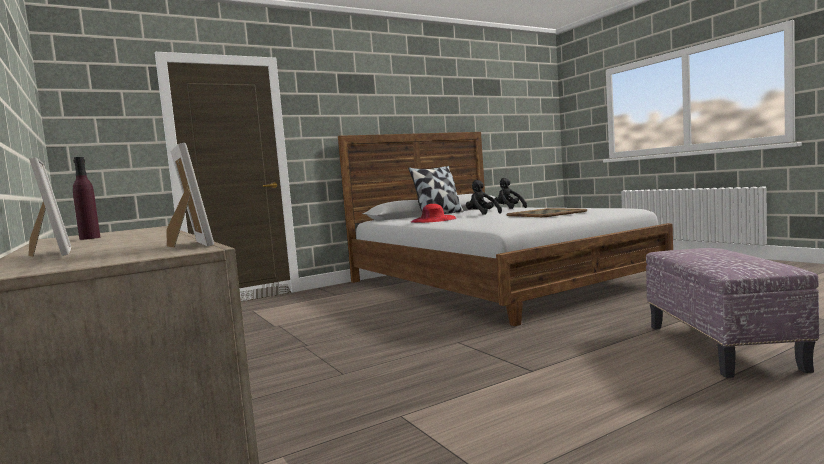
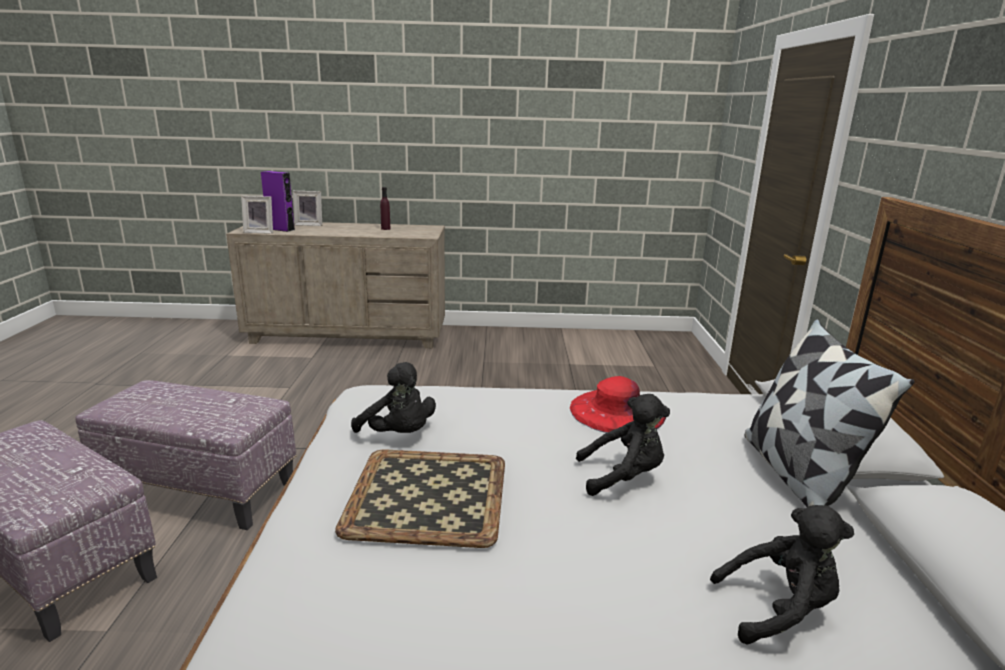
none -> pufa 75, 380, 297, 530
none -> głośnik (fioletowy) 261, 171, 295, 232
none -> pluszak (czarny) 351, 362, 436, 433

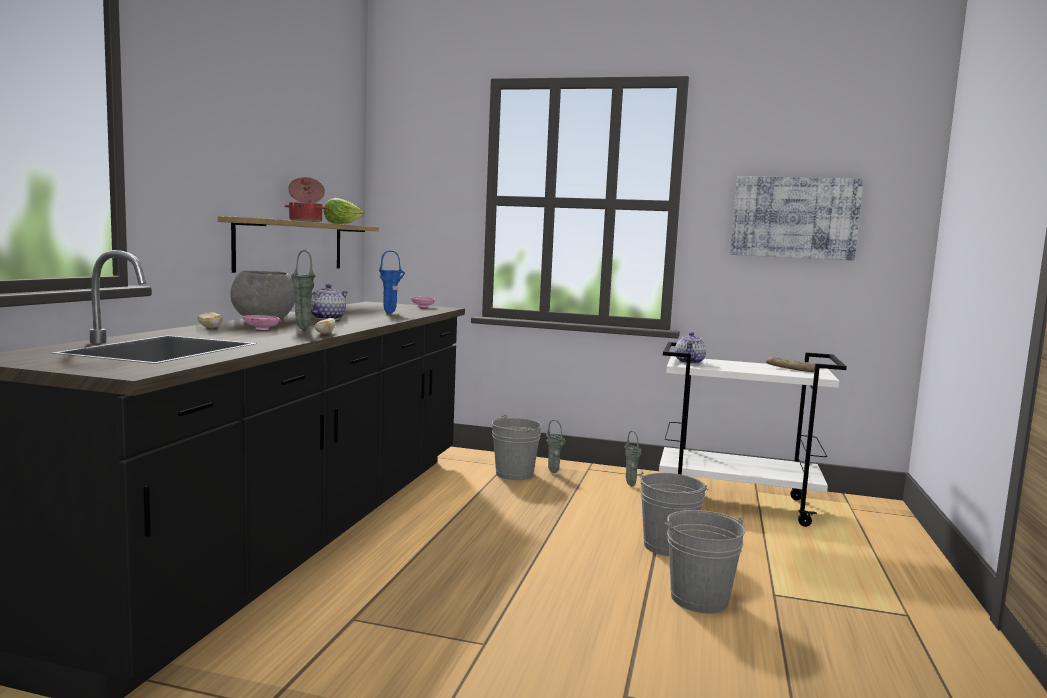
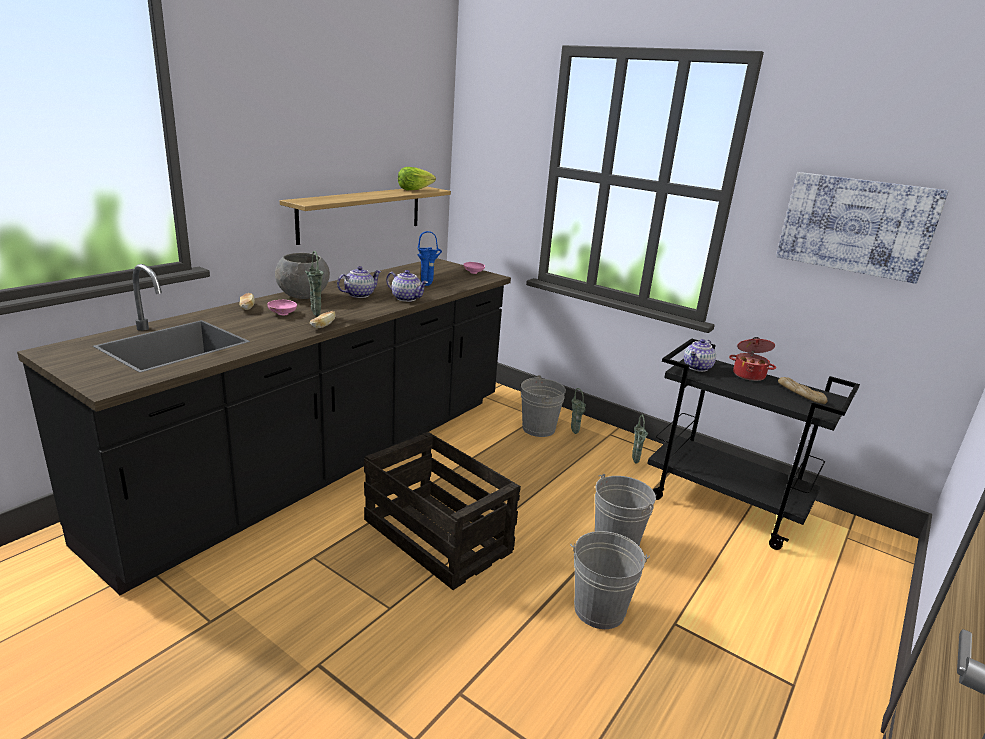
none -> skrzynka 364, 432, 521, 590
none -> imbryk 386, 270, 428, 302
wózek (biały) 659, 342, 847, 527 -> wózek (czarny) 647, 338, 860, 550
garnek 284, 177, 328, 222 -> garnek 729, 337, 776, 381, relocated

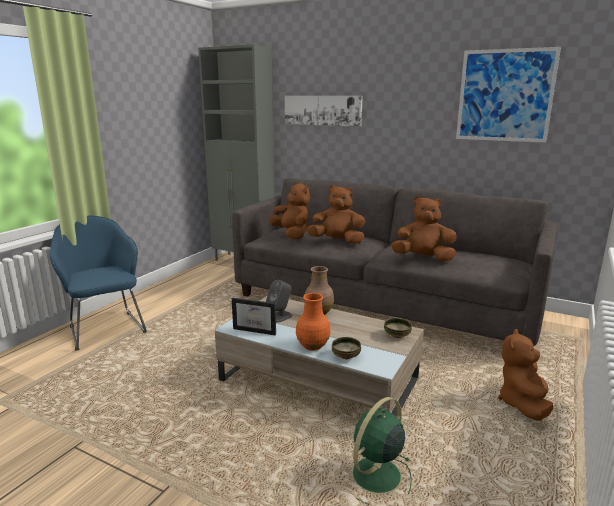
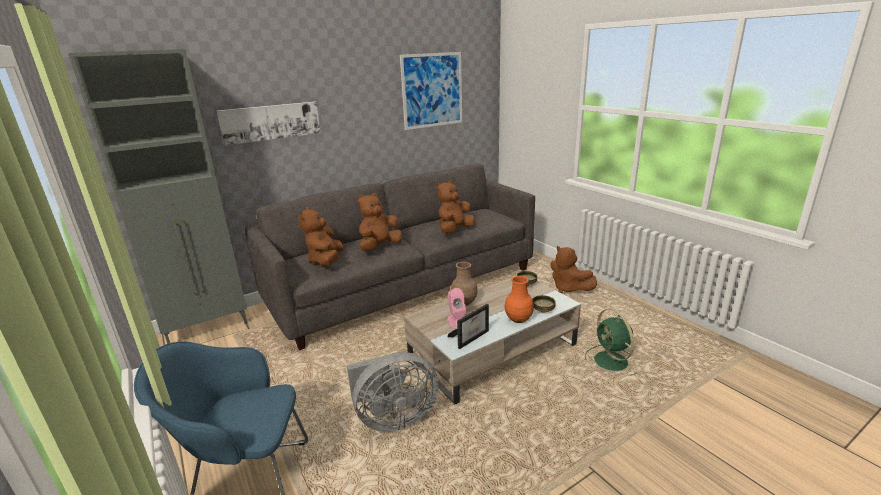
pluszak (brązowy) 269, 182, 310, 239 -> pluszak (brązowy) 299, 207, 344, 265, 90 degrees counterclockwise
none -> wentylator (szary) 347, 352, 439, 432
głośnik (szary) 266, 280, 292, 323 -> głośnik (różowy) 447, 288, 466, 328

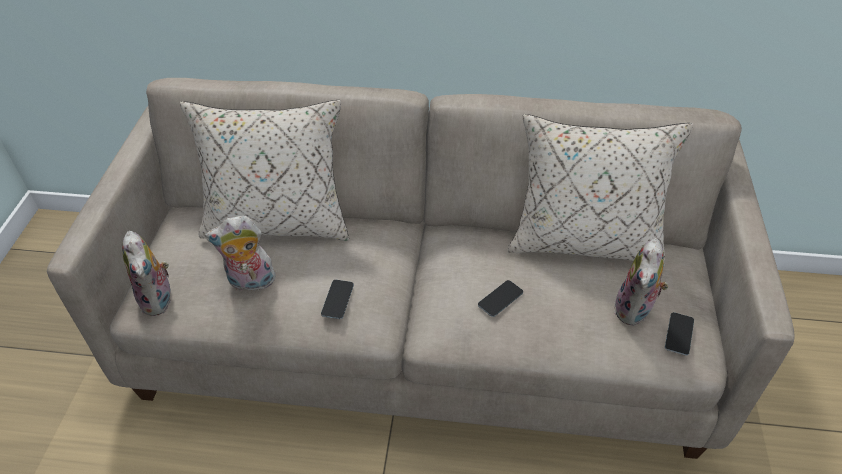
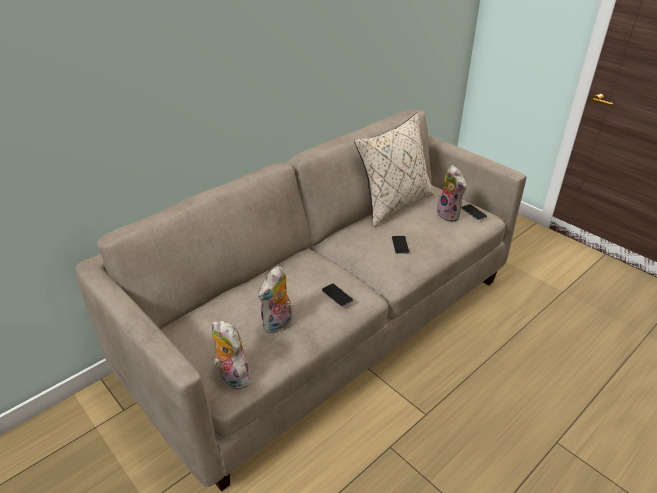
pluszak 122, 231, 171, 316 -> pluszak 212, 320, 251, 390, 150 degrees counterclockwise
poduszka (beżowy) 180, 100, 349, 241 -> none

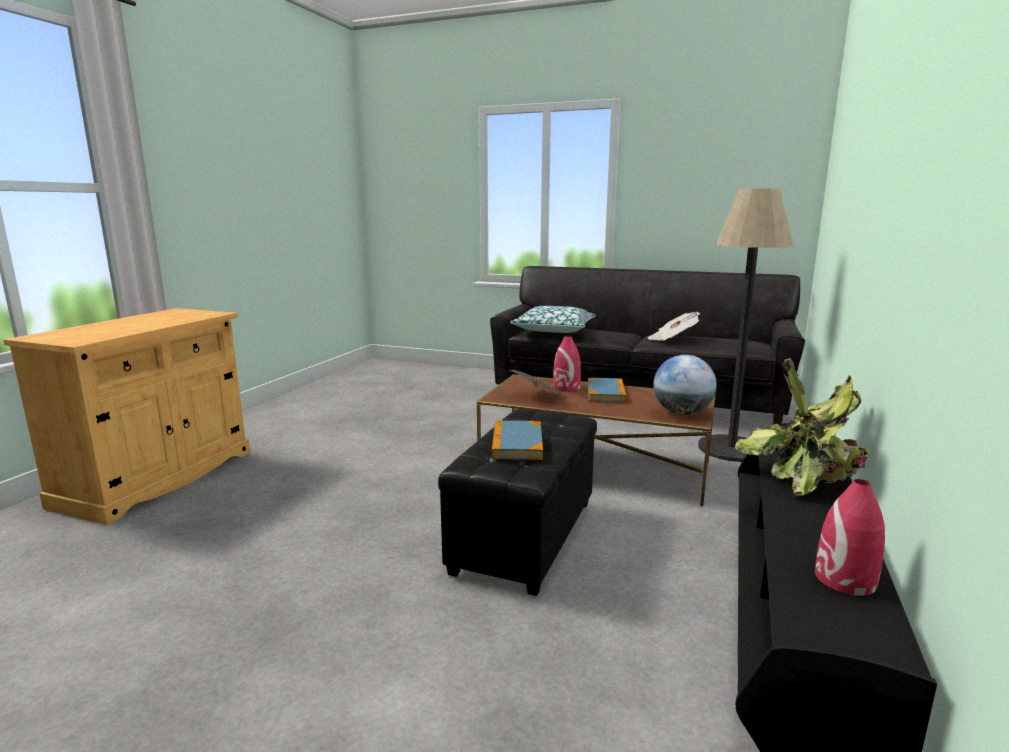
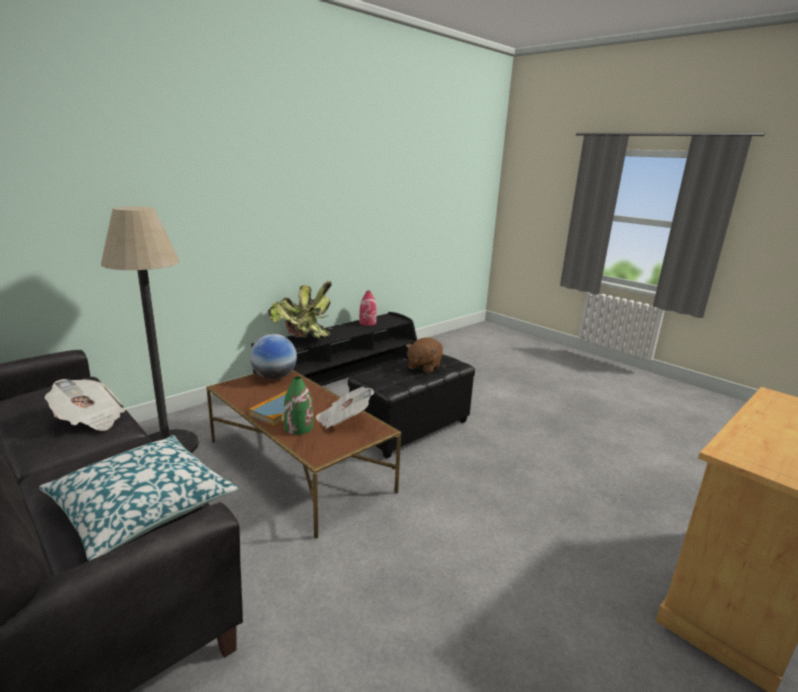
wazon (czerwony) 553, 336, 581, 391 -> wazon (zielony) 284, 376, 313, 435
książka 491, 421, 543, 460 -> pluszak (brązowy) 406, 337, 443, 373

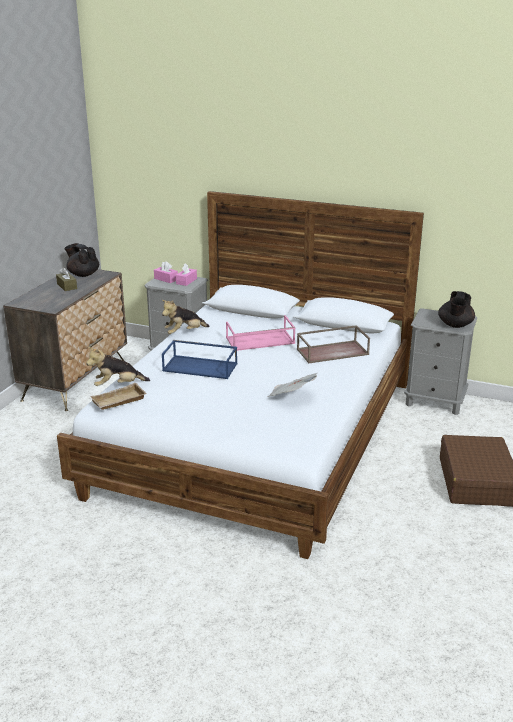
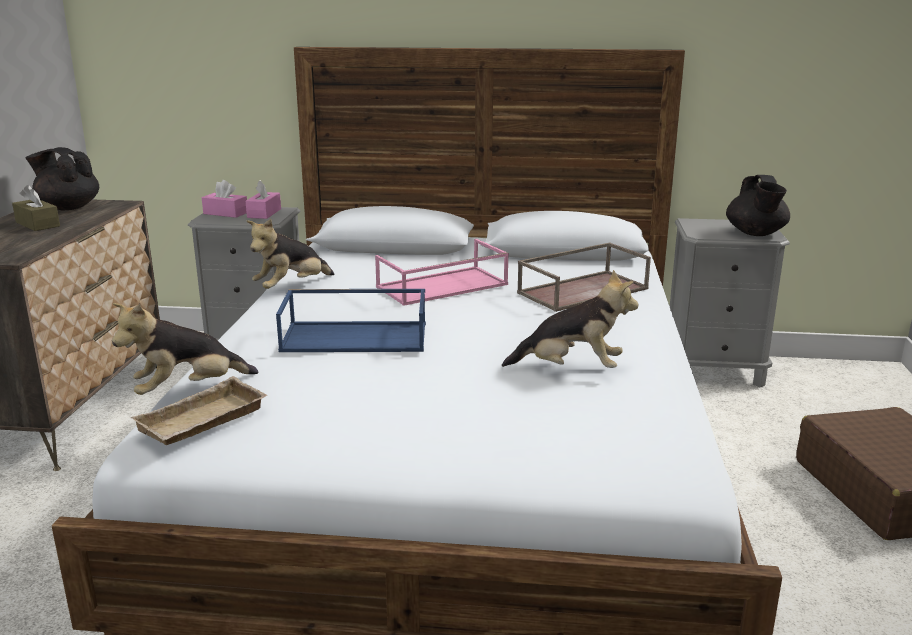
gazeta 268, 373, 317, 397 -> pluszak 502, 270, 639, 368

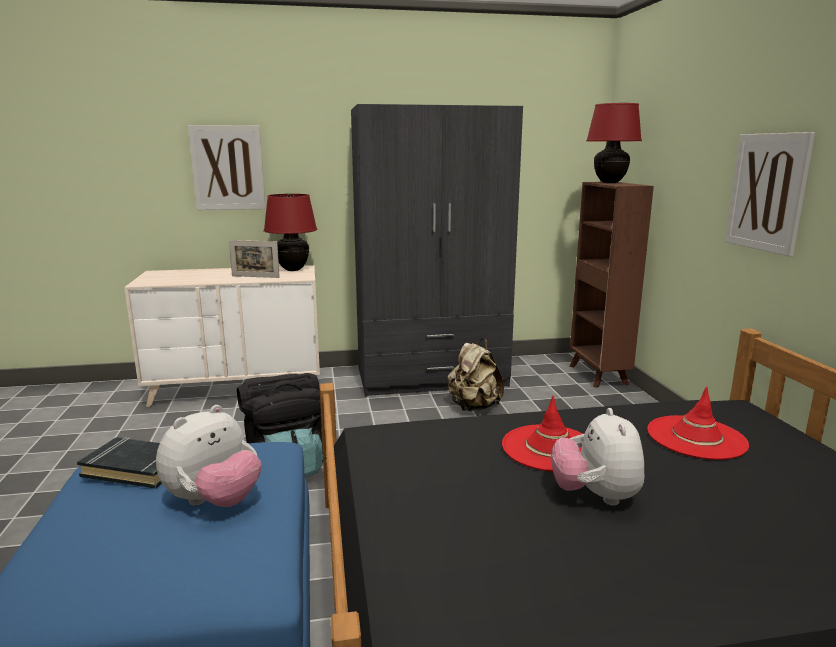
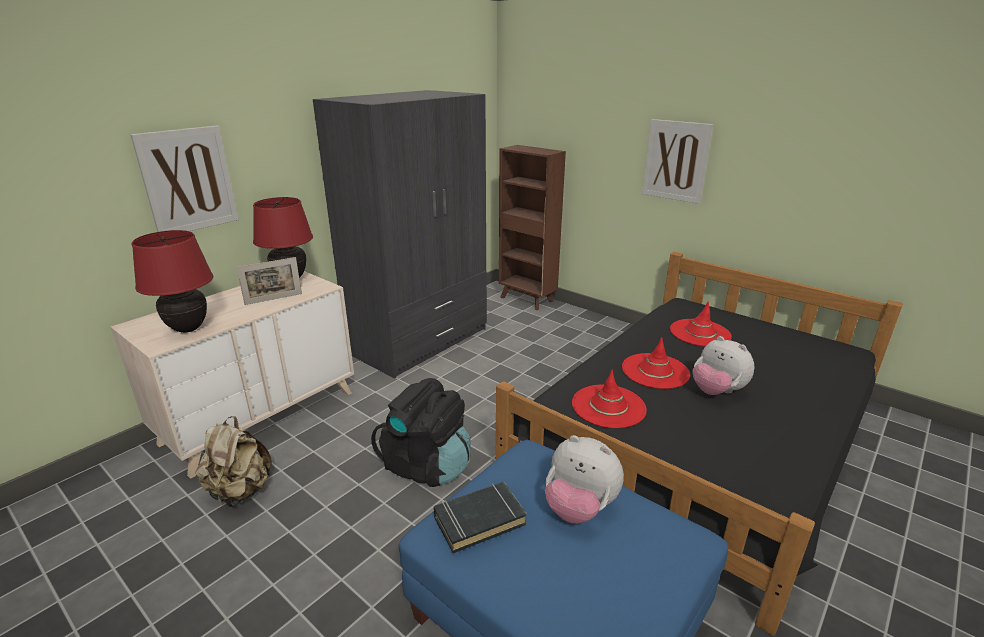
lampa stołowa (czerwony) 586, 103, 642, 183 -> lampa stołowa (czerwony) 131, 230, 213, 333, relocated
plecak (beżowy) 448, 339, 504, 411 -> plecak (beżowy) 195, 416, 272, 508, relocated
pluszak 156, 405, 261, 507 -> pluszak 545, 435, 624, 524, 120 degrees clockwise
none -> kapelusz (czerwony) 572, 370, 647, 428

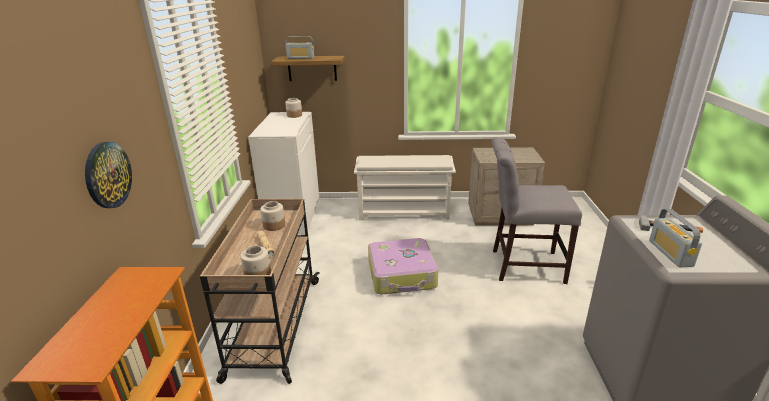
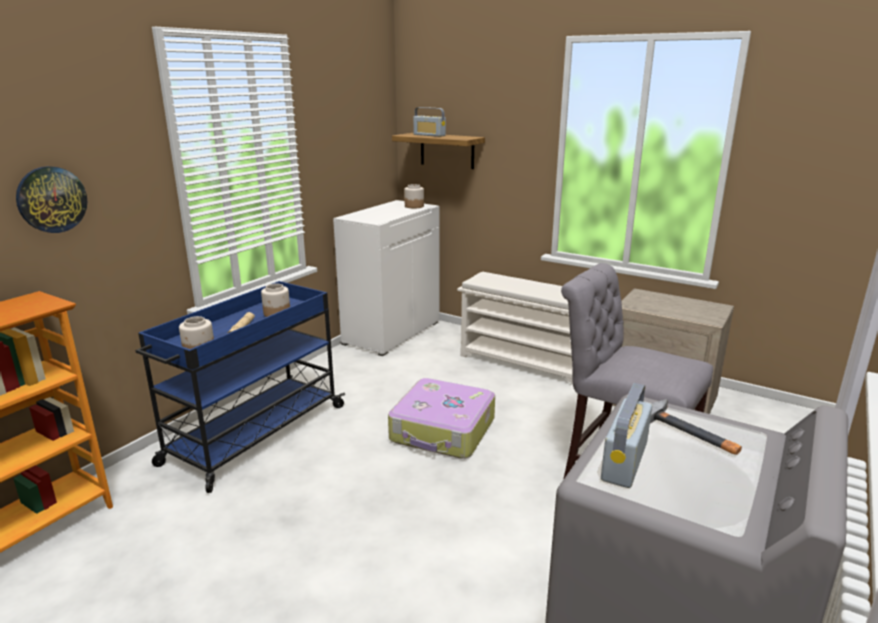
wózek (beżowy) 200, 199, 319, 384 -> wózek (niebieski) 135, 281, 345, 493

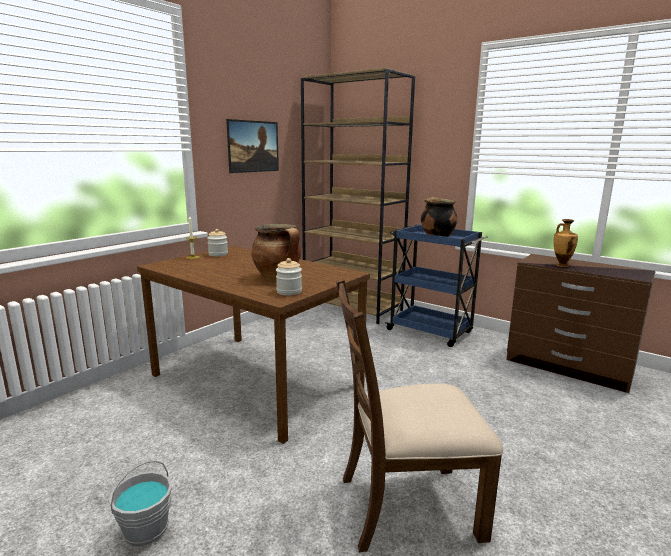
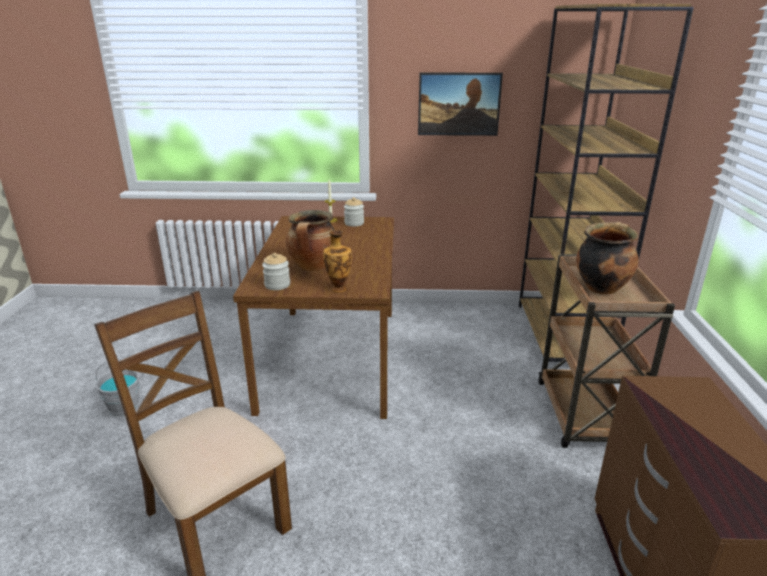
wazon 554, 219, 578, 267 -> wazon 323, 230, 352, 293, relocated
wózek (niebieski) 385, 224, 488, 347 -> wózek (brązowy) 538, 254, 675, 448

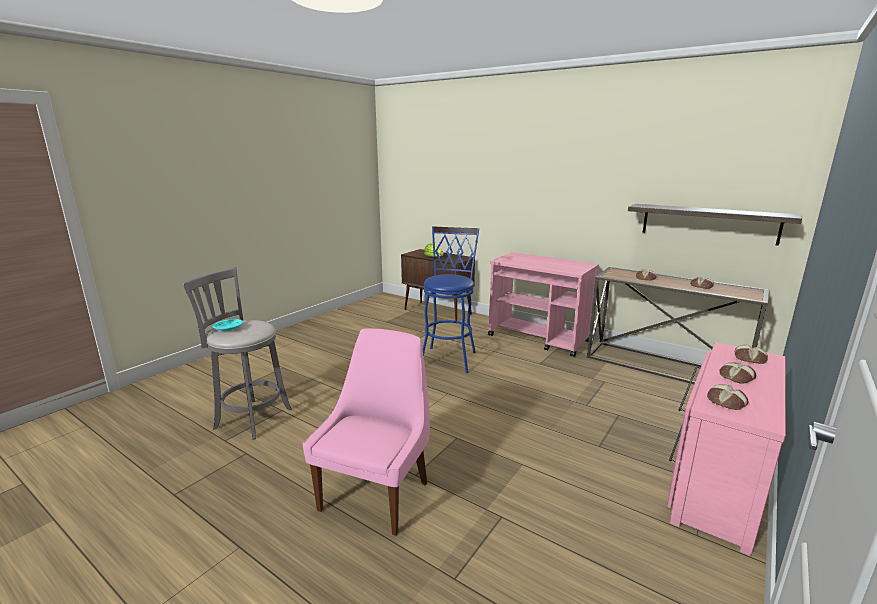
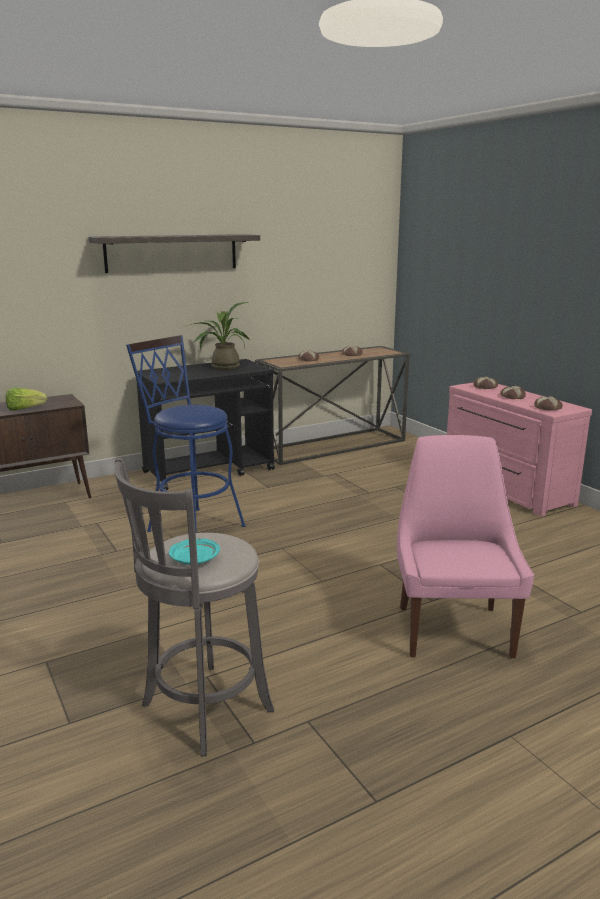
półka 628, 204, 802, 246 -> półka 89, 234, 260, 273, relocated
wózek (różowy) 488, 252, 599, 357 -> wózek (czarny) 137, 359, 275, 490
none -> roślina doniczkowa 187, 302, 250, 370
krzesło (różowy) 303, 329, 430, 536 -> krzesło (różowy) 397, 435, 534, 658, 45 degrees clockwise

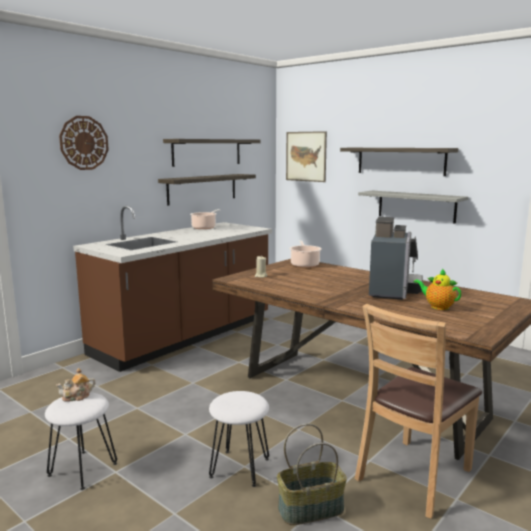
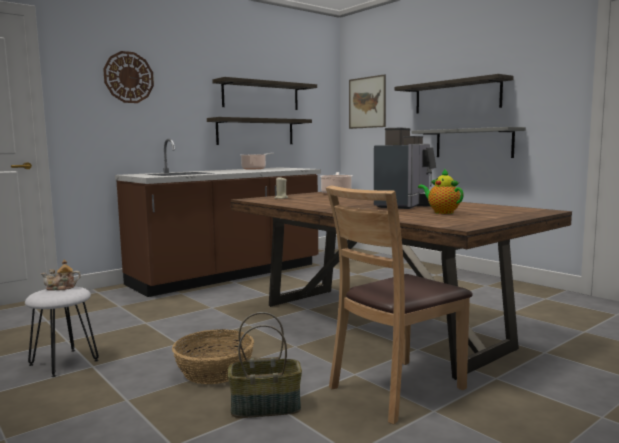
stołek (biały) 209, 391, 269, 487 -> koszyk 172, 329, 254, 384

